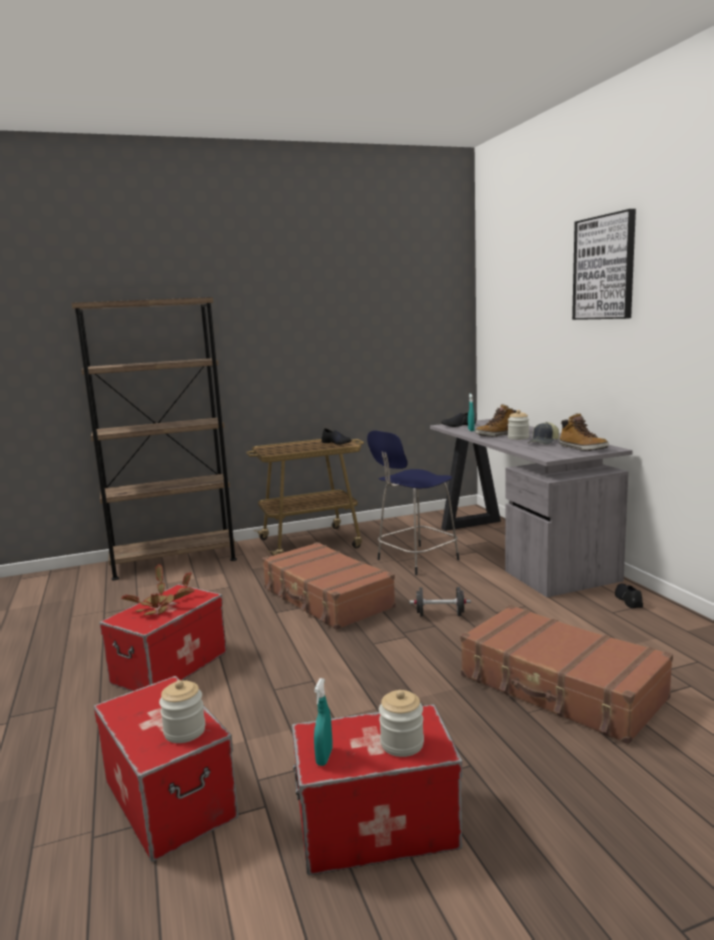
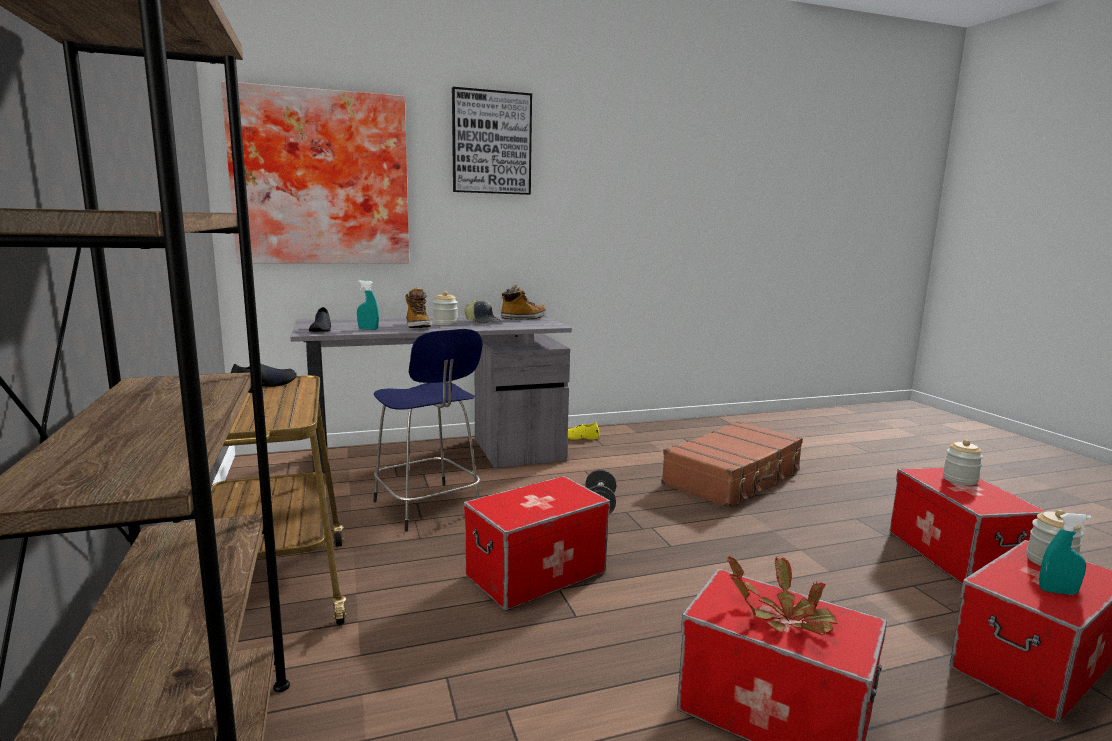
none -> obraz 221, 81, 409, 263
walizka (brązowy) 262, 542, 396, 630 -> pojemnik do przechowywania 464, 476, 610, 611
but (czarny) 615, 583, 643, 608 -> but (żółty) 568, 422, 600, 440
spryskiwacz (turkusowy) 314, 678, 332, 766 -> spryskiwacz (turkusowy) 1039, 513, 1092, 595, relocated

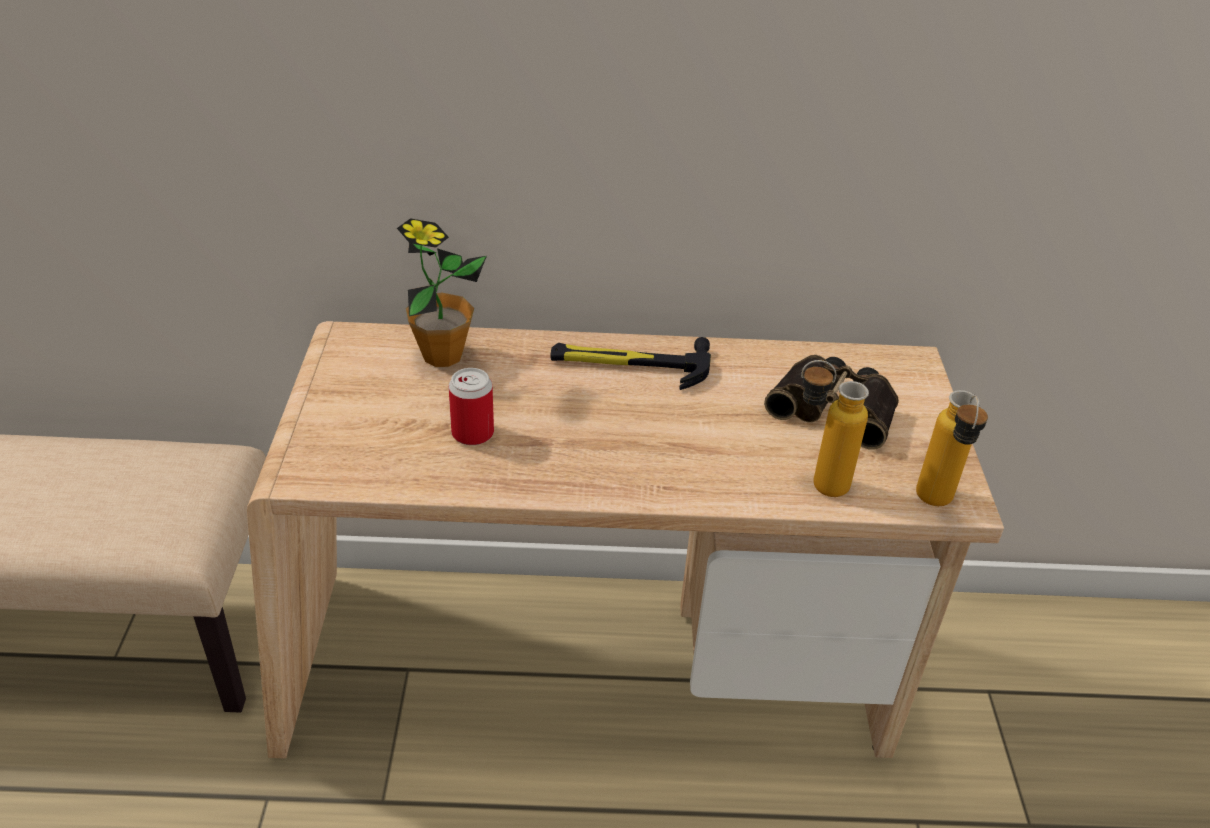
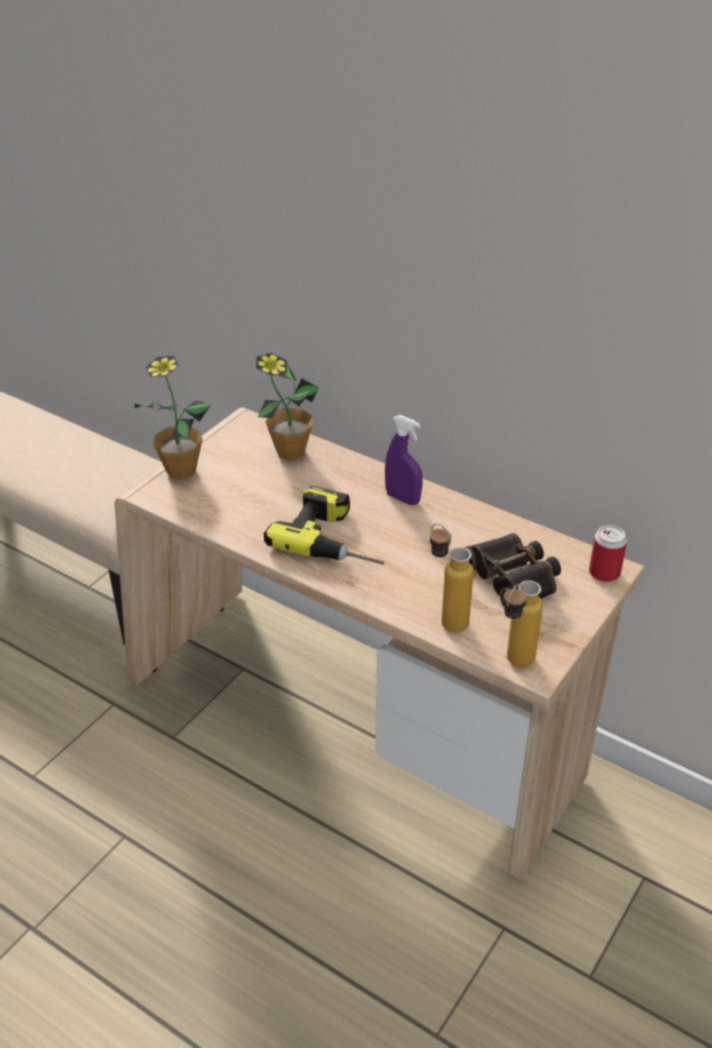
none -> roślina doniczkowa 135, 356, 211, 479
none -> wiertarka 264, 486, 385, 565
młotek 551, 337, 711, 390 -> spryskiwacz (fioletowy) 385, 415, 423, 505
puszka 449, 368, 494, 445 -> puszka 589, 525, 627, 582, relocated

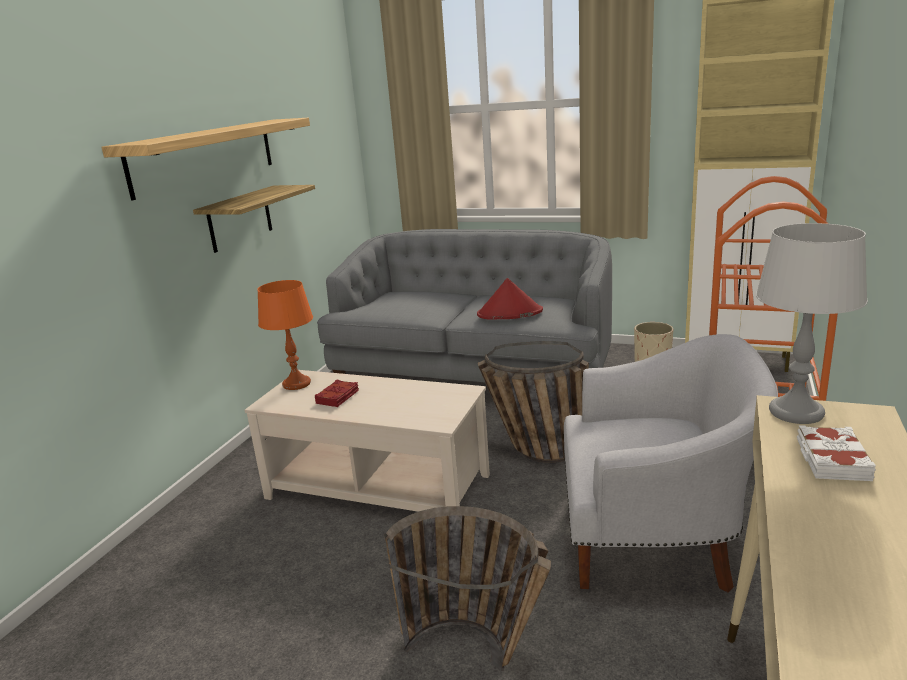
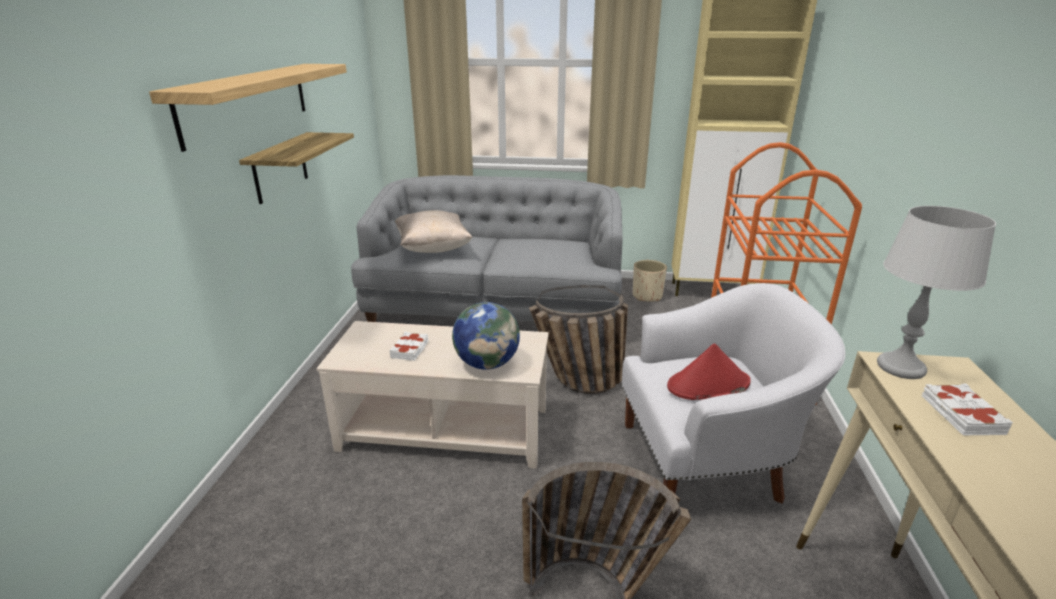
książka (czerwony) 314, 380, 359, 407 -> książka (biały) 390, 332, 429, 361
none -> poduszka (beżowy) 395, 210, 473, 253
none -> globus 452, 302, 520, 370
kapelusz (czerwony) 477, 278, 543, 320 -> kapelusz (czerwony) 667, 343, 751, 400, relocated
lampa stołowa (pomarańczowy) 257, 280, 313, 390 -> none

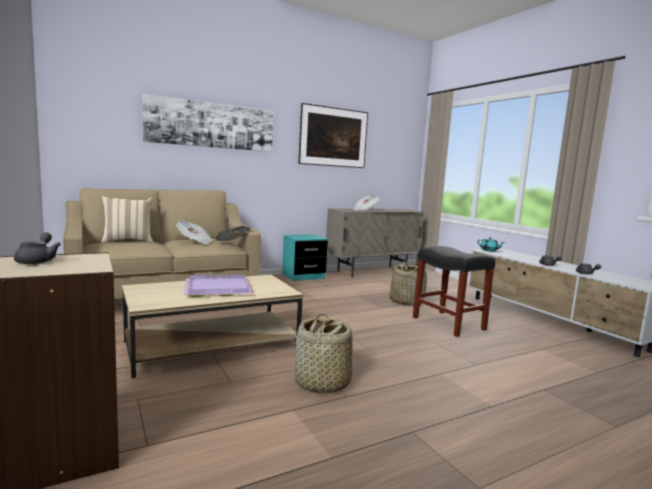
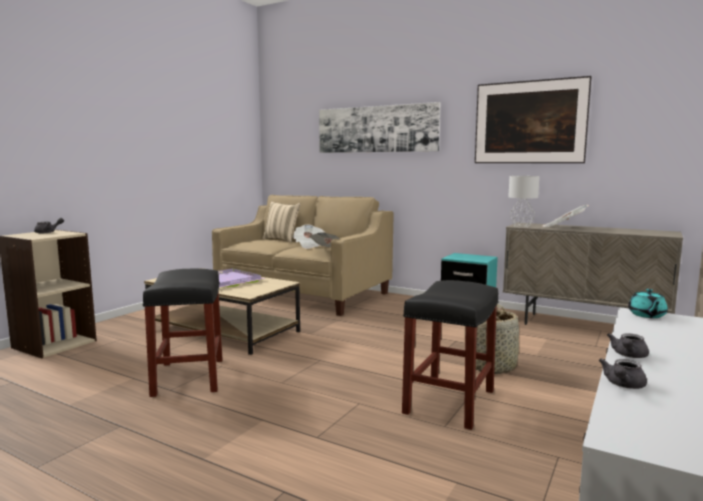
koszyk 295, 313, 353, 393 -> stołek (czarny) 143, 268, 223, 397
none -> lampa stołowa (szary) 508, 176, 539, 228

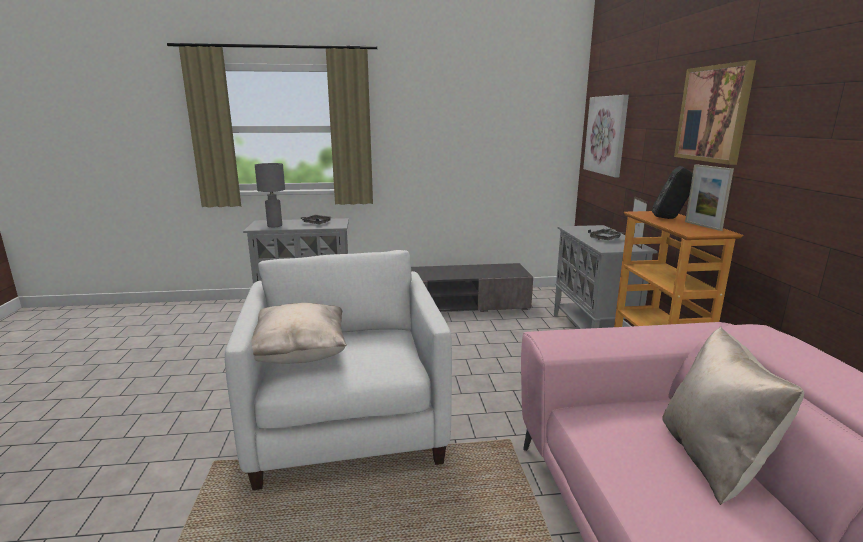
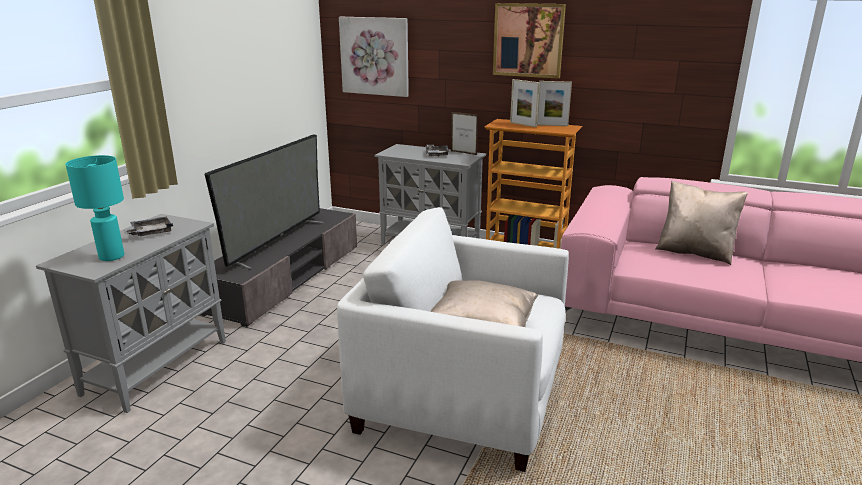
lampa stołowa (szary) 255, 163, 285, 227 -> lampa stołowa (turkusowy) 66, 155, 124, 261
none -> telewizor 205, 135, 324, 270
głośnik (czarny) 652, 166, 693, 219 -> ramka na zdjęcie 510, 79, 540, 127

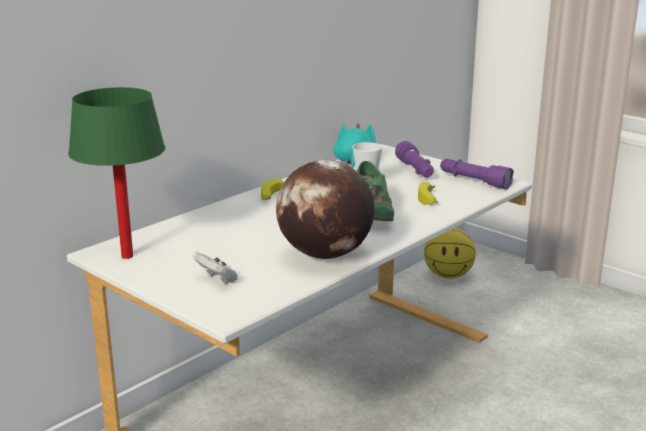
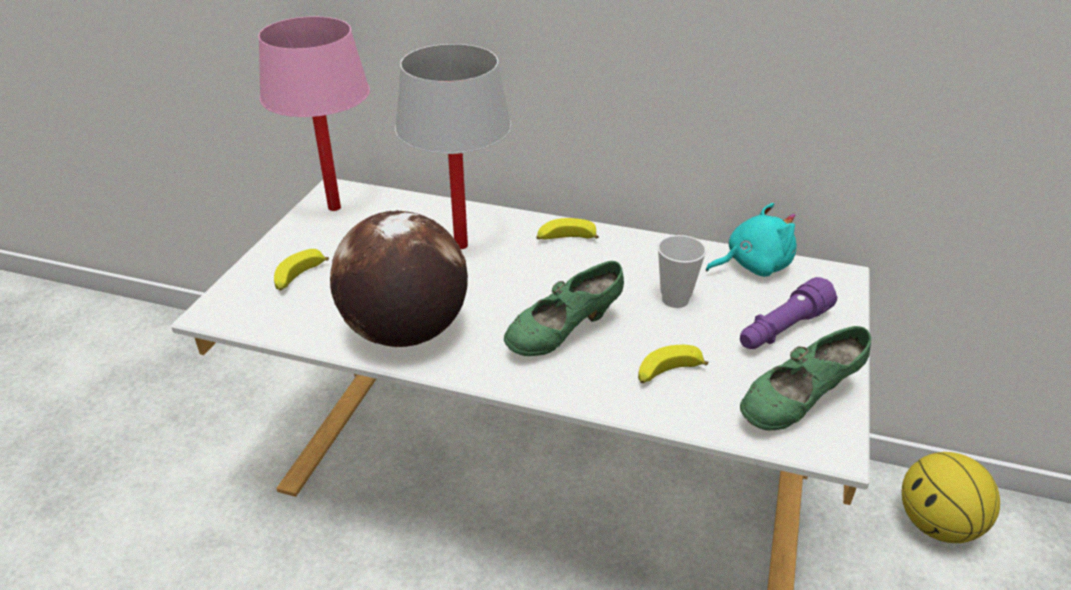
lampa stołowa (zielony) 68, 87, 165, 259 -> lampa stołowa (różowy) 258, 16, 370, 211
pad do gier (biały) 193, 252, 238, 284 -> banan 274, 249, 329, 291
none -> lampa stołowa (biały) 395, 44, 512, 249
latarka (fioletowy) 440, 159, 514, 189 -> but (zielony) 740, 326, 871, 430

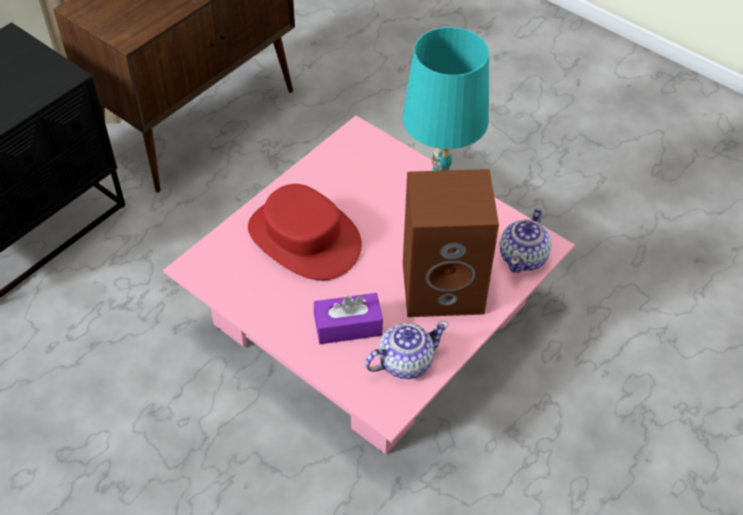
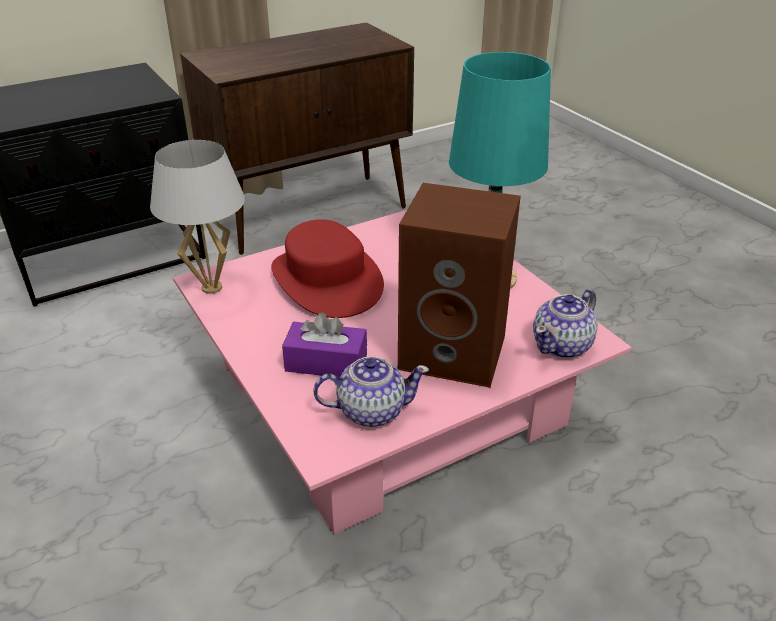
none -> lampa stołowa (biały) 150, 140, 245, 294

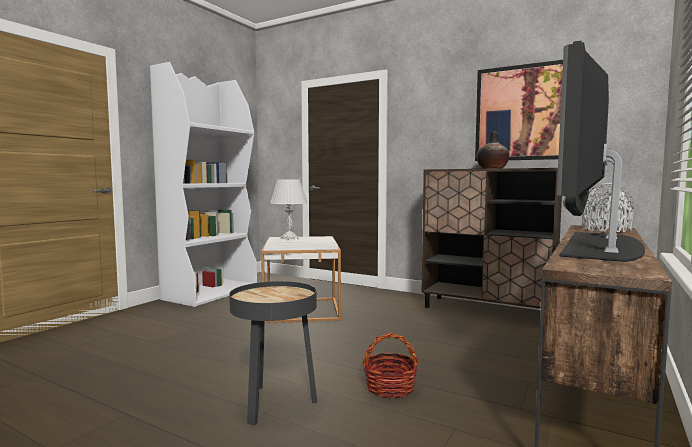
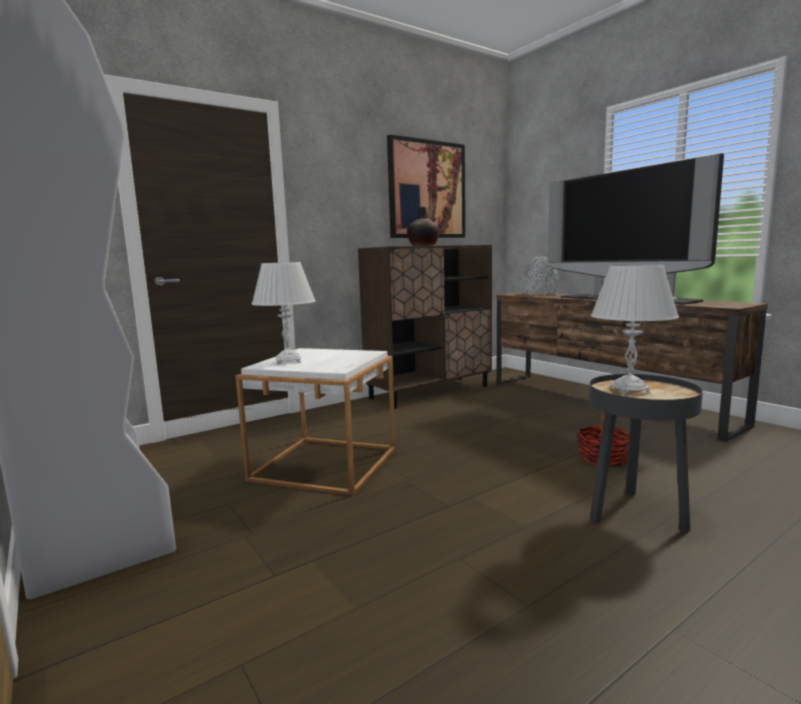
none -> lampa stołowa (biały) 591, 264, 679, 395

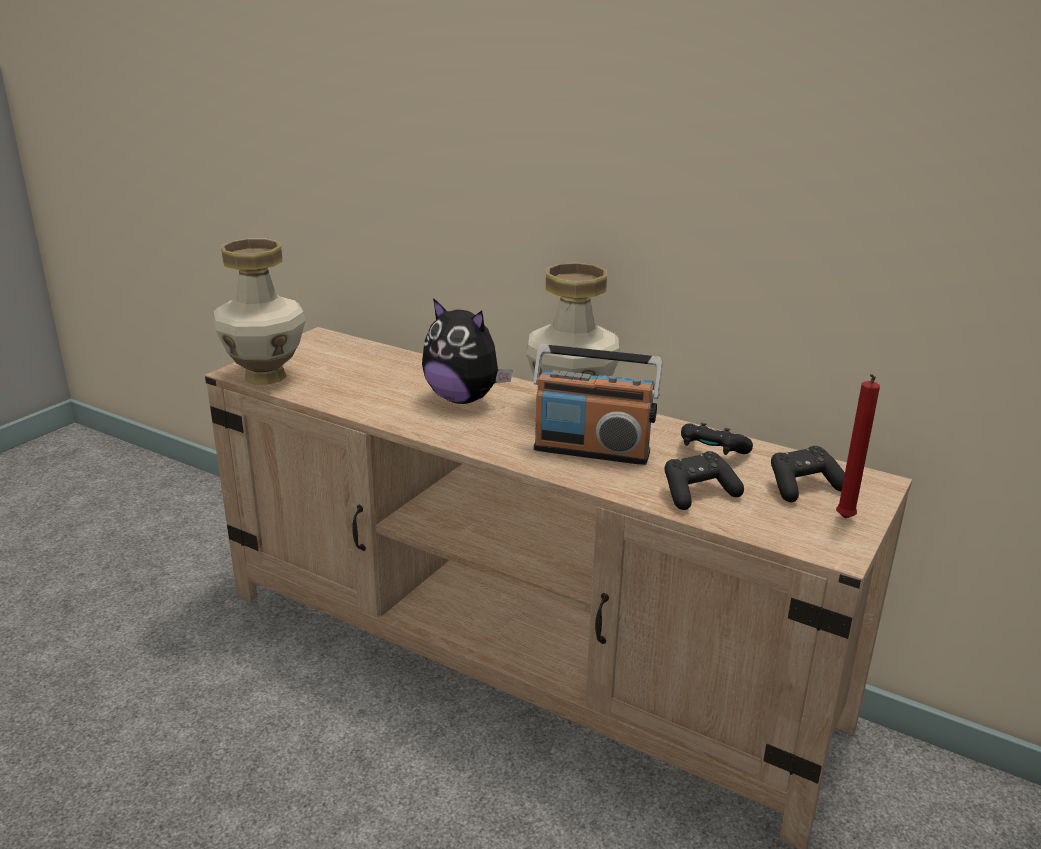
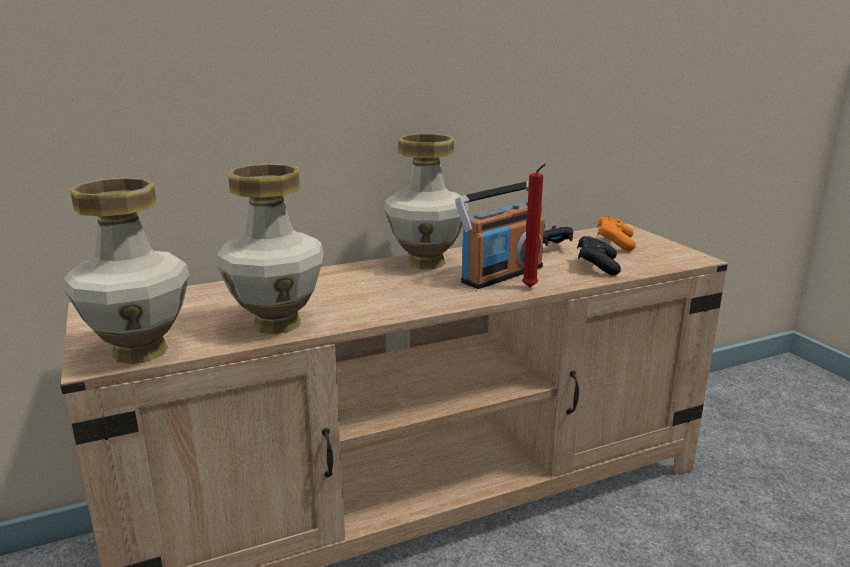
none -> wazon 216, 164, 324, 334
świeca (czerwony) 836, 374, 880, 518 -> świeca (czerwony) 522, 163, 546, 287, relocated
pad do gier (czarny) 771, 446, 845, 502 -> pad do gier (pomarańczowy) 597, 216, 636, 251
pluszak 422, 298, 513, 404 -> none

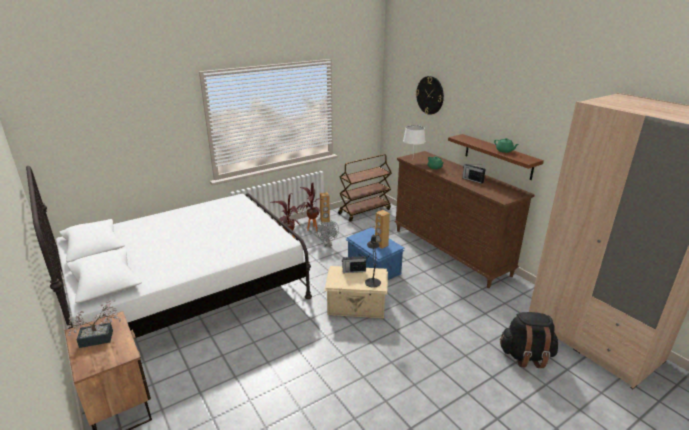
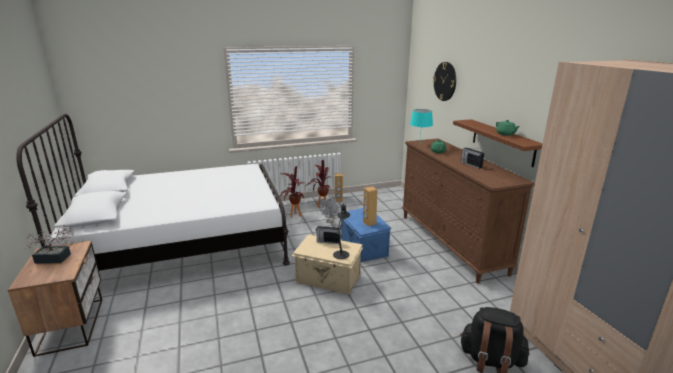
lampa stołowa (biały) 403, 125, 425, 153 -> lampa stołowa (turkusowy) 410, 109, 433, 138
wózek (brązowy) 338, 154, 392, 222 -> none

